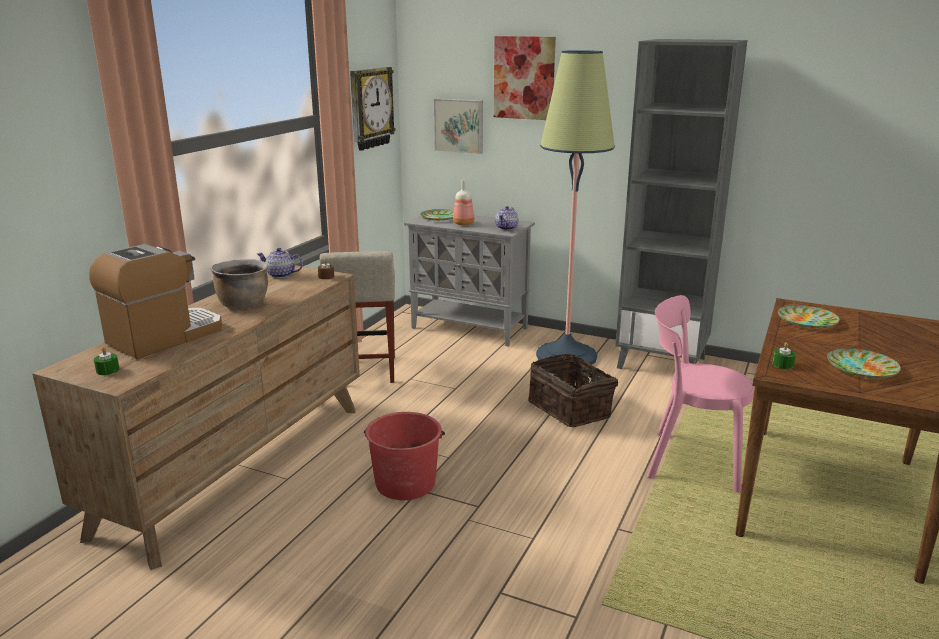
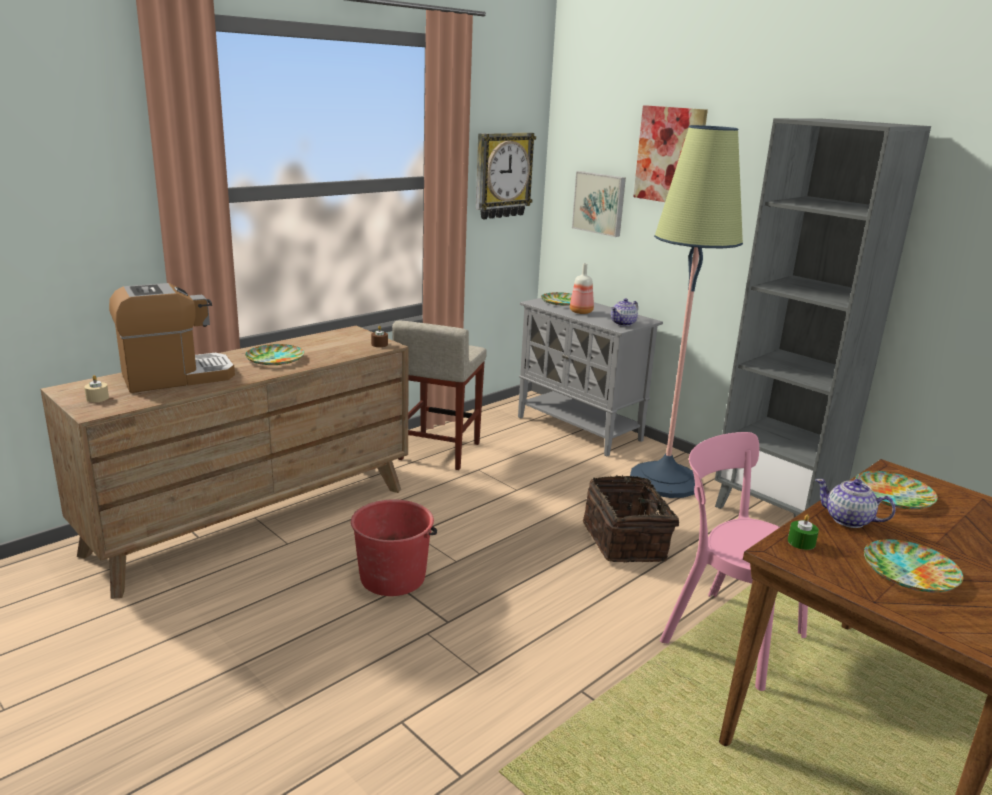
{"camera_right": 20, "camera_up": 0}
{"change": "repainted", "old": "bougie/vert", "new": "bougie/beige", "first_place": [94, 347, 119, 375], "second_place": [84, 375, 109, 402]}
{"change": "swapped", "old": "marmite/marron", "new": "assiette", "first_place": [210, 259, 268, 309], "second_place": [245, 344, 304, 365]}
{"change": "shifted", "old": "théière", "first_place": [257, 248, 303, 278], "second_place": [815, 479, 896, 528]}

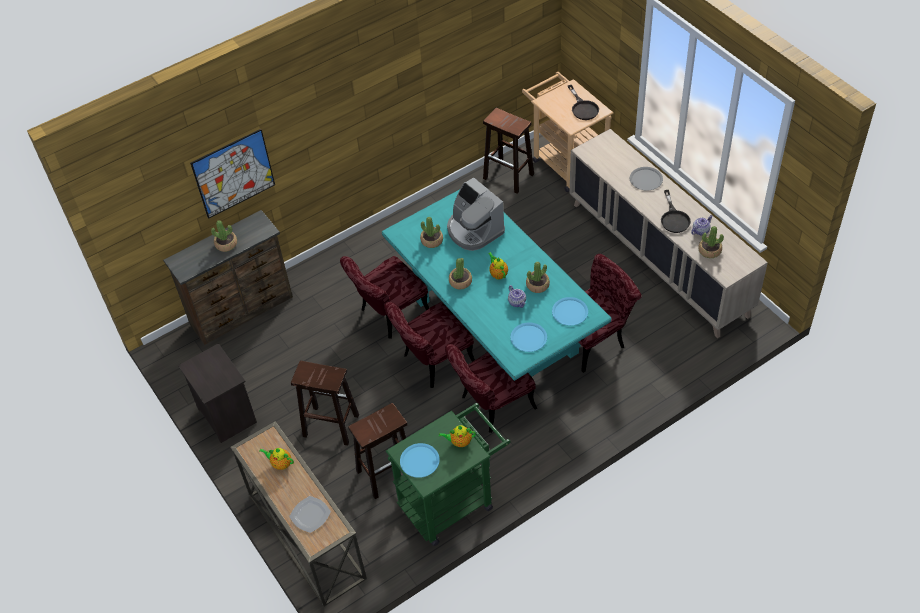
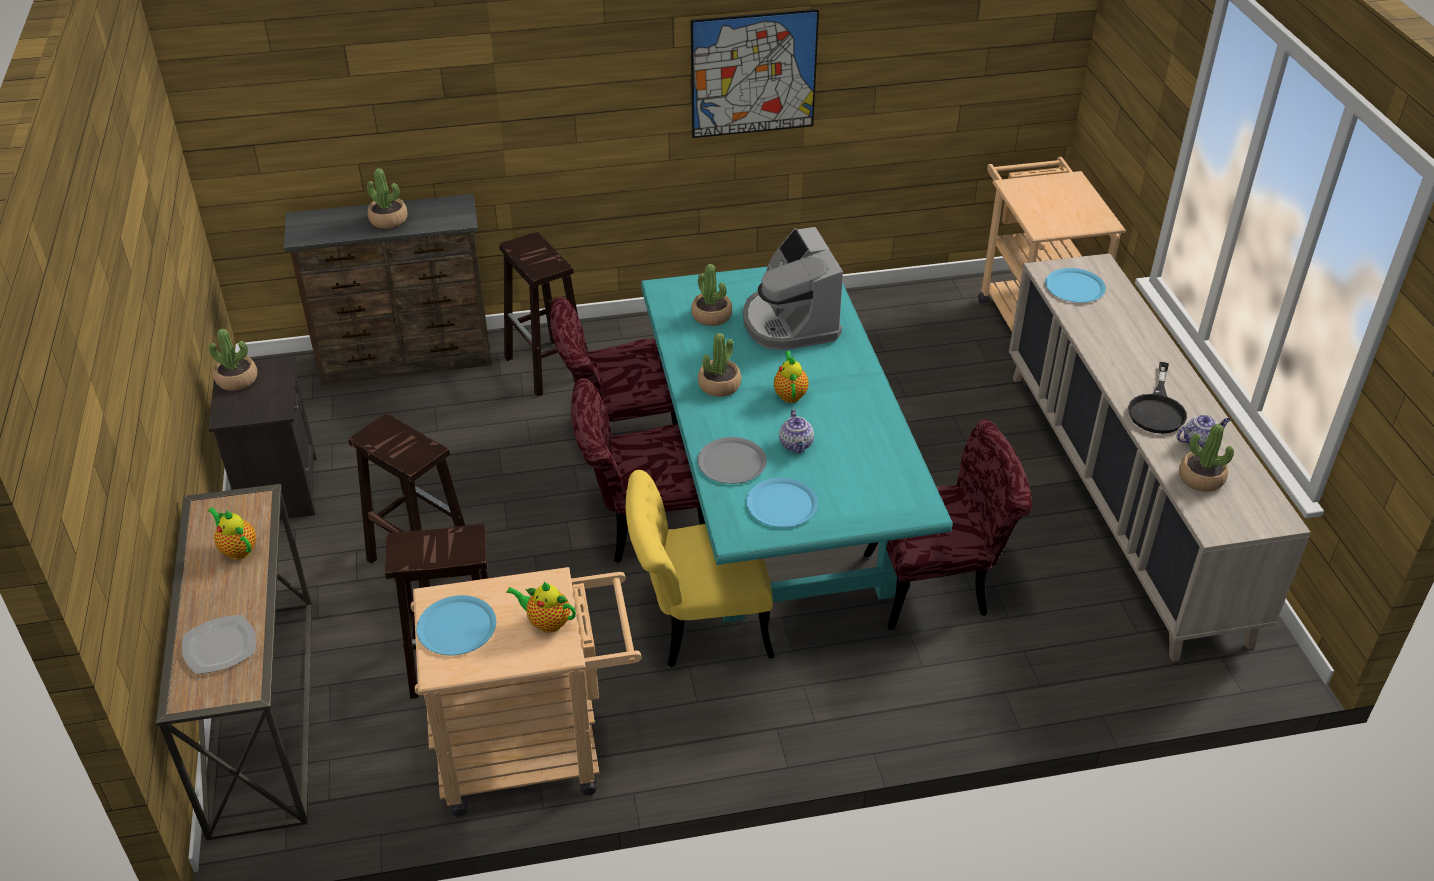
{"camera_right": 20, "camera_up": -10}
{"change": "shifted", "old": "plante en pot", "first_place": [526, 262, 550, 293], "second_place": [209, 329, 257, 391]}
{"change": "repainted", "old": "chariot/vert", "new": "chariot/beige", "first_place": [386, 403, 511, 546], "second_place": [411, 567, 641, 817]}
{"change": "shifted", "old": "tabouret/marron", "first_place": [483, 108, 534, 194], "second_place": [499, 232, 578, 397]}
{"change": "repainted", "old": "chaise/rouge", "new": "chaise/jaune", "first_place": [445, 344, 537, 433], "second_place": [625, 470, 775, 667]}
{"change": "shifted", "old": "tableau", "first_place": [190, 129, 275, 219], "second_place": [690, 9, 819, 138]}
{"change": "shifted", "old": "assiette/gris", "first_place": [630, 167, 663, 190], "second_place": [697, 437, 767, 484]}
{"change": "shifted", "old": "assiette/bleu", "first_place": [552, 297, 588, 326], "second_place": [1045, 268, 1106, 303]}
{"change": "gone", "old": "poêle/noir", "first_place": [568, 85, 599, 120]}

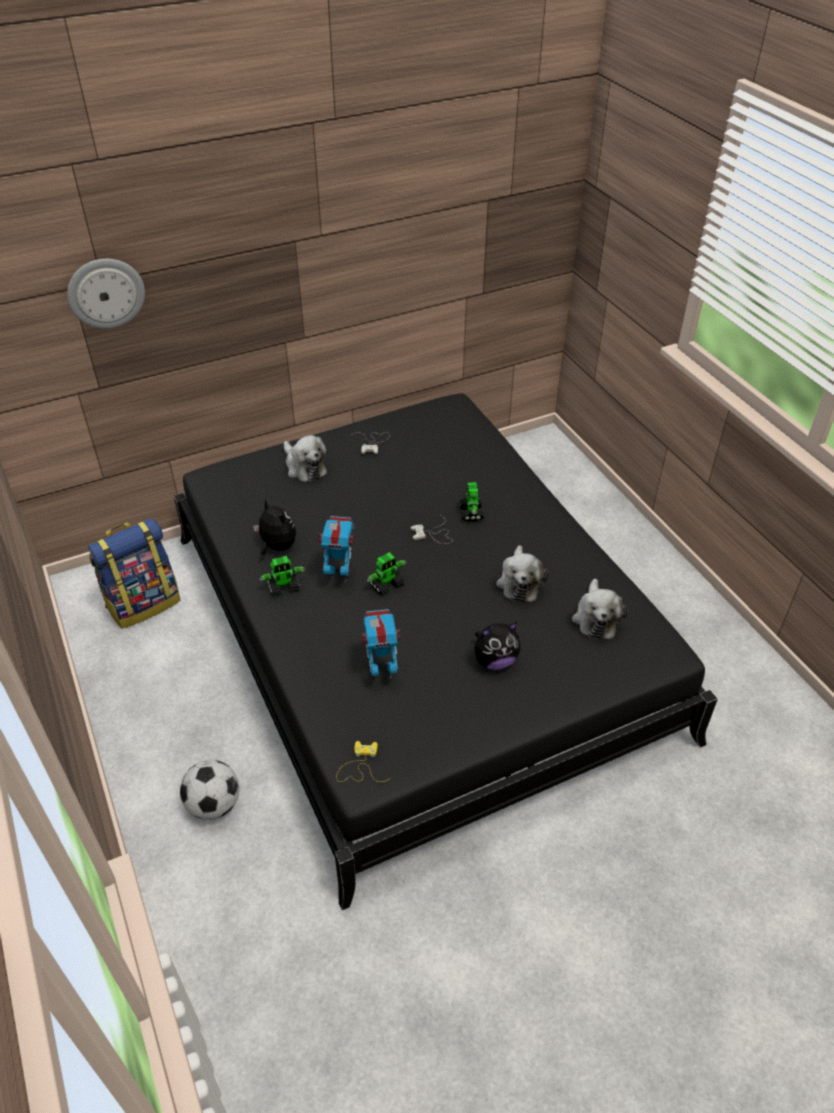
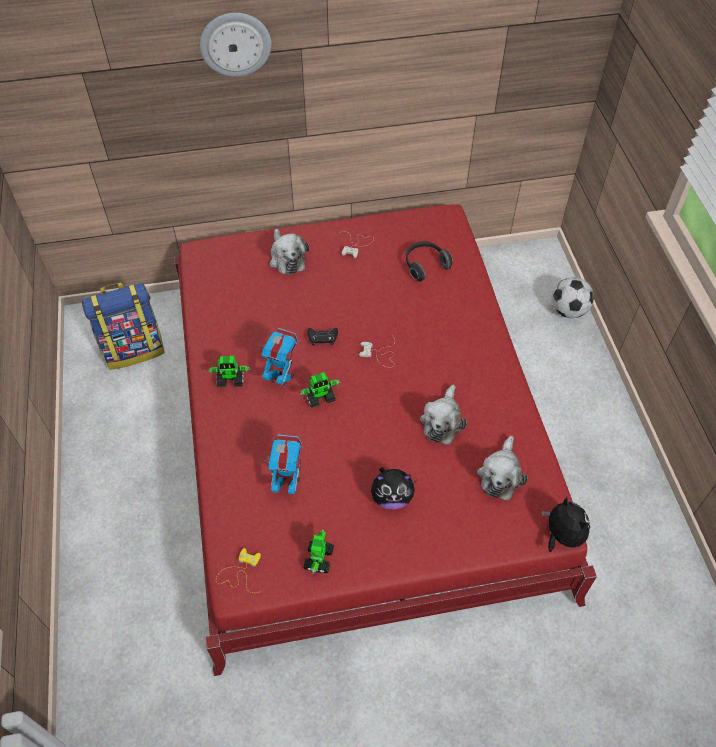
{"camera_right": 15, "camera_up": 10}
{"change": "repainted", "old": "lit/noir", "new": "lit/rouge", "first_place": [174, 393, 718, 910], "second_place": [174, 204, 597, 676]}
{"change": "shifted", "old": "horloge murale", "first_place": [67, 259, 145, 329], "second_place": [200, 13, 271, 77]}
{"change": "shifted", "old": "robot jouet", "first_place": [459, 482, 484, 521], "second_place": [303, 529, 334, 574]}
{"change": "new", "new": "manette/noir", "second_place": [307, 328, 338, 345]}
{"change": "new", "new": "casque audio", "second_place": [406, 241, 453, 282]}
{"change": "shifted", "old": "peluche", "first_place": [253, 498, 296, 555], "second_place": [541, 497, 590, 552]}
{"change": "shifted", "old": "ballon de foot", "first_place": [180, 760, 239, 820], "second_place": [552, 277, 594, 318]}

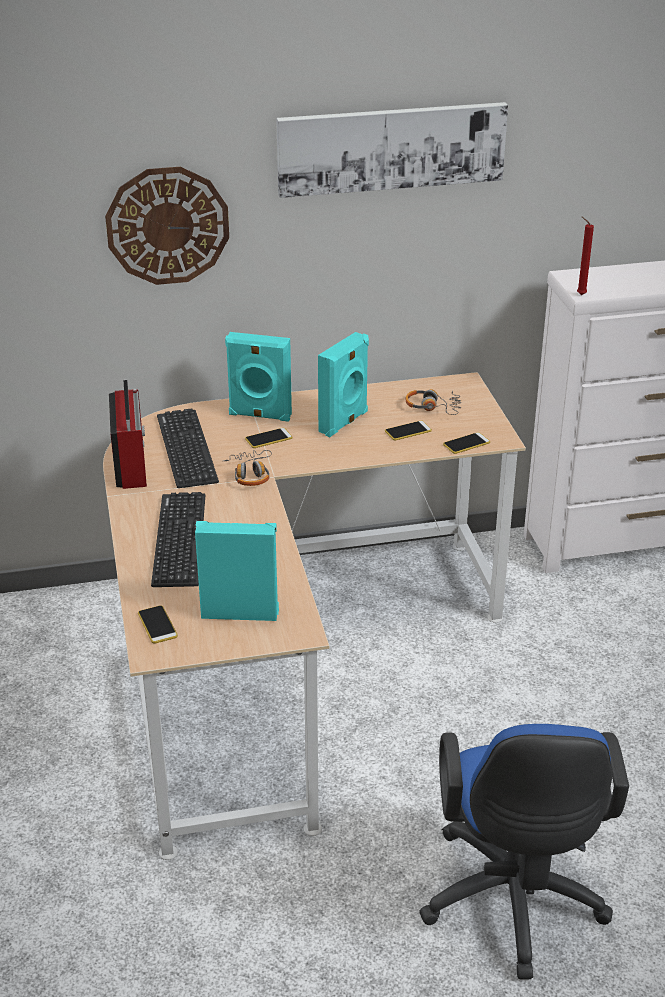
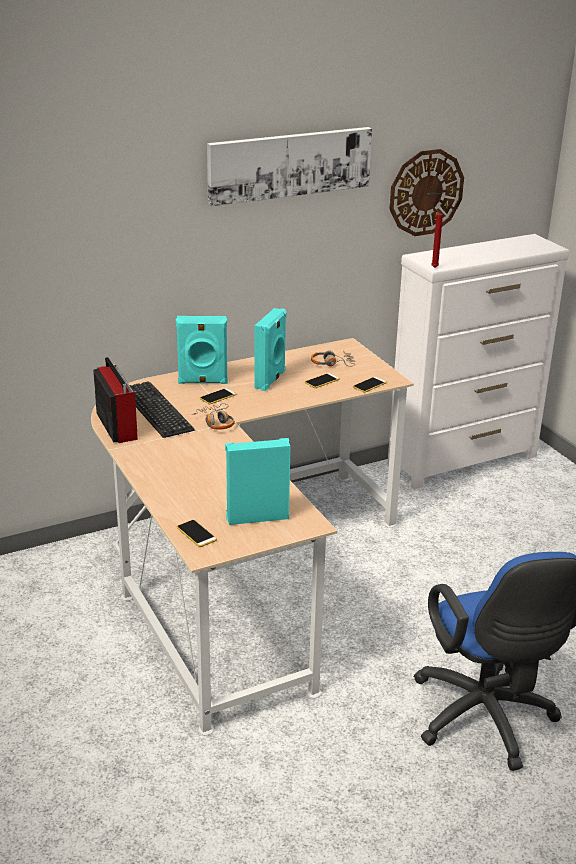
{"camera_right": -15, "camera_up": -5}
{"change": "shifted", "old": "horloge murale", "first_place": [105, 167, 229, 285], "second_place": [389, 149, 464, 236]}
{"change": "gone", "old": "clavier", "first_place": [151, 492, 205, 587]}

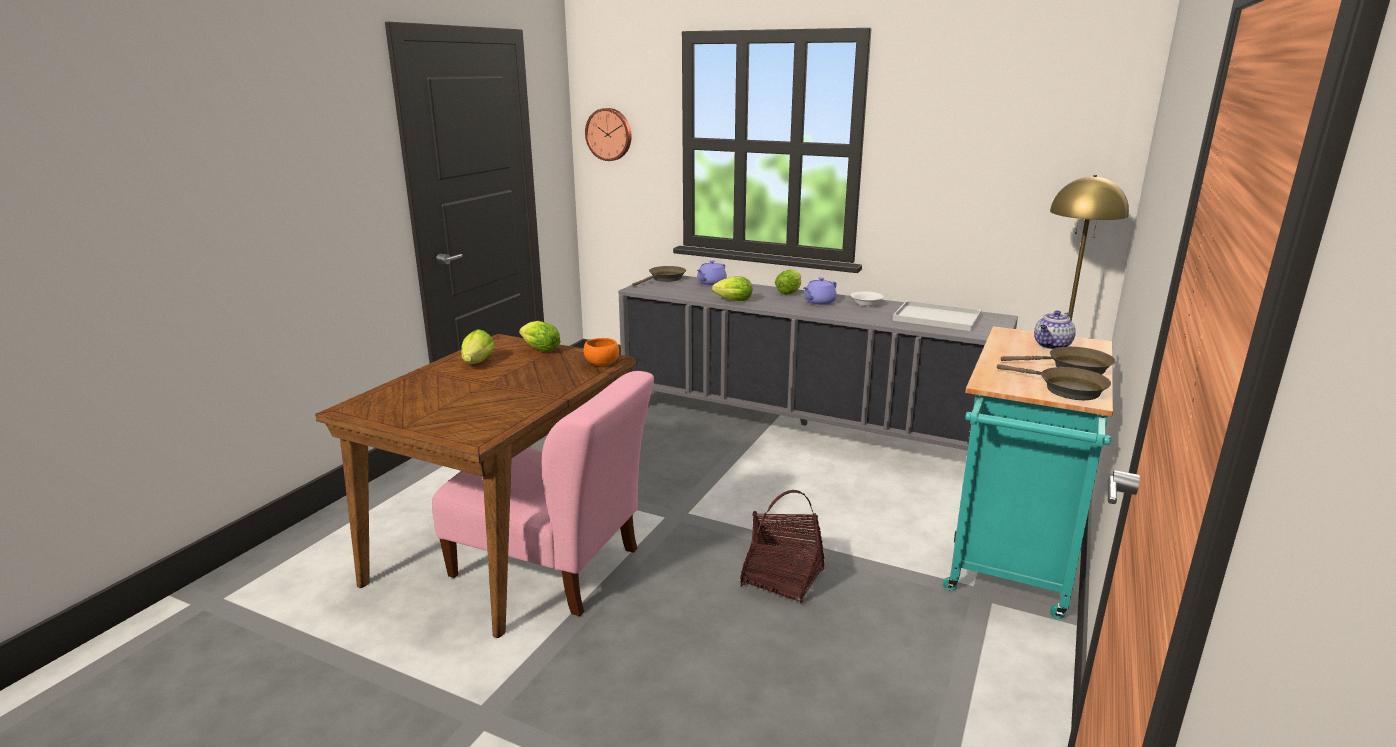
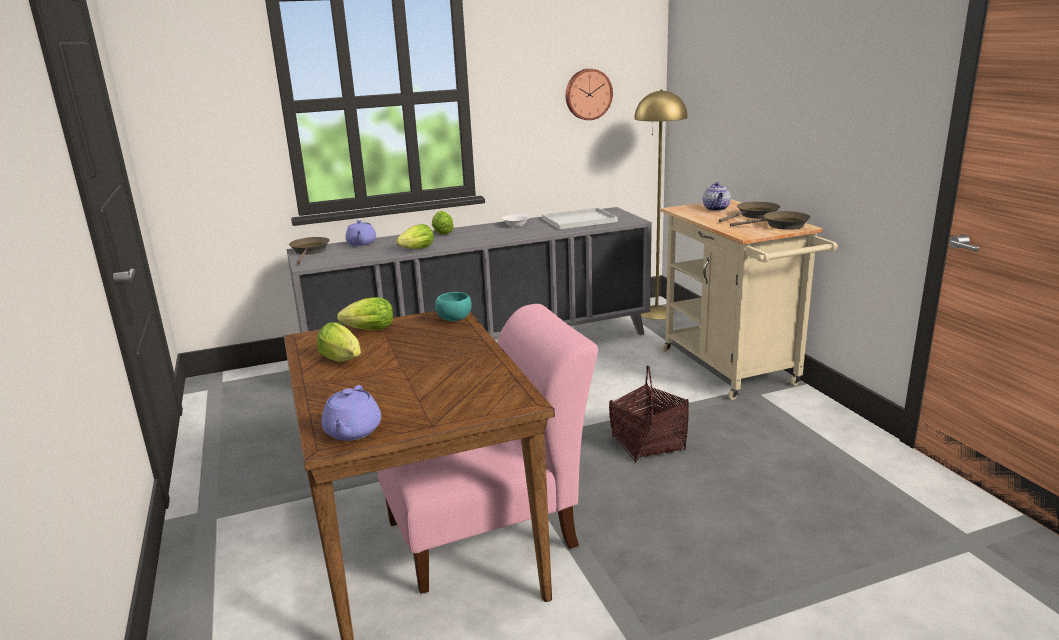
{"camera_right": -45, "camera_up": 0}
{"change": "shifted", "old": "théière/violet", "first_place": [803, 277, 837, 305], "second_place": [321, 385, 381, 441]}
{"change": "repainted", "old": "bol/orange", "new": "bol/turquoise", "first_place": [583, 338, 619, 366], "second_place": [435, 292, 472, 321]}
{"change": "shifted", "old": "horloge murale", "first_place": [585, 108, 632, 161], "second_place": [566, 69, 613, 120]}
{"change": "repainted", "old": "chariot/turquoise", "new": "chariot/beige", "first_place": [943, 326, 1113, 619], "second_place": [661, 199, 838, 400]}

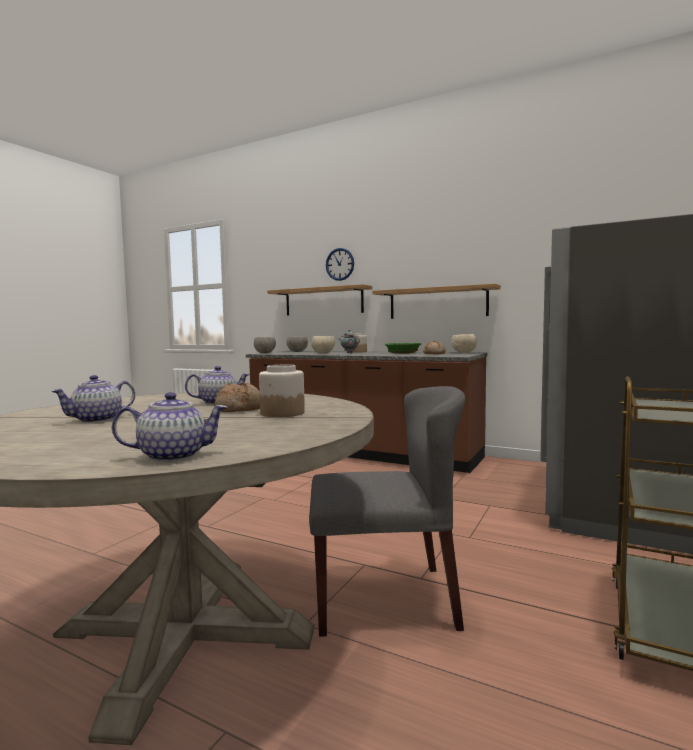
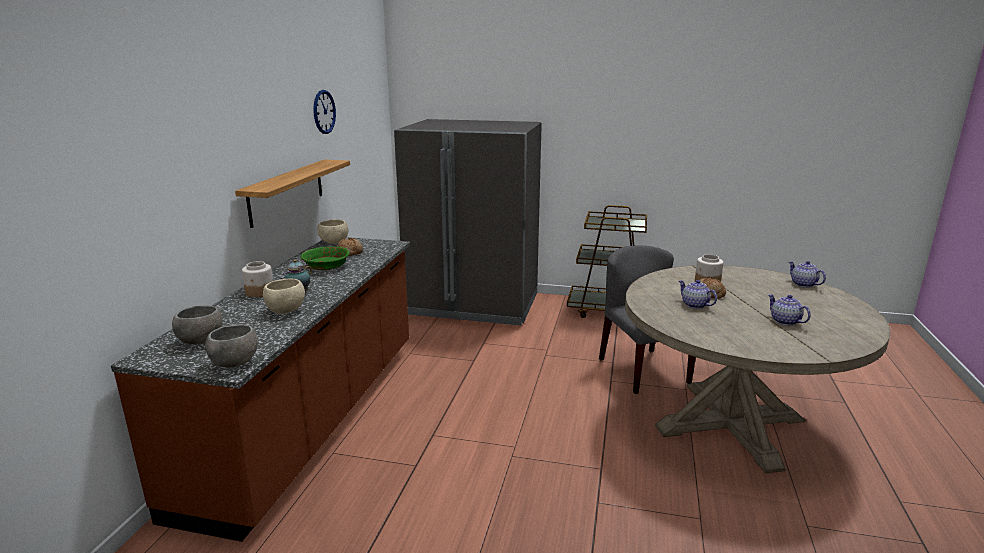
{"camera_right": -105, "camera_up": 15}
{"change": "shifted", "old": "horloge murale", "first_place": [326, 248, 354, 281], "second_place": [313, 90, 336, 134]}
{"change": "rotated", "old": "théière", "first_place": [52, 375, 135, 423], "second_place": [768, 294, 811, 325], "degrees": -150}
{"change": "gone", "old": "étagère", "first_place": [267, 284, 372, 315]}

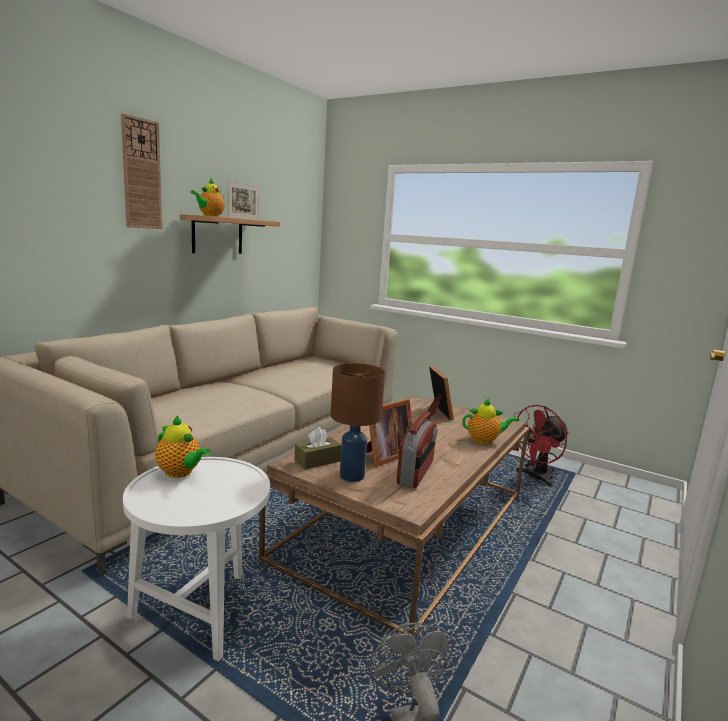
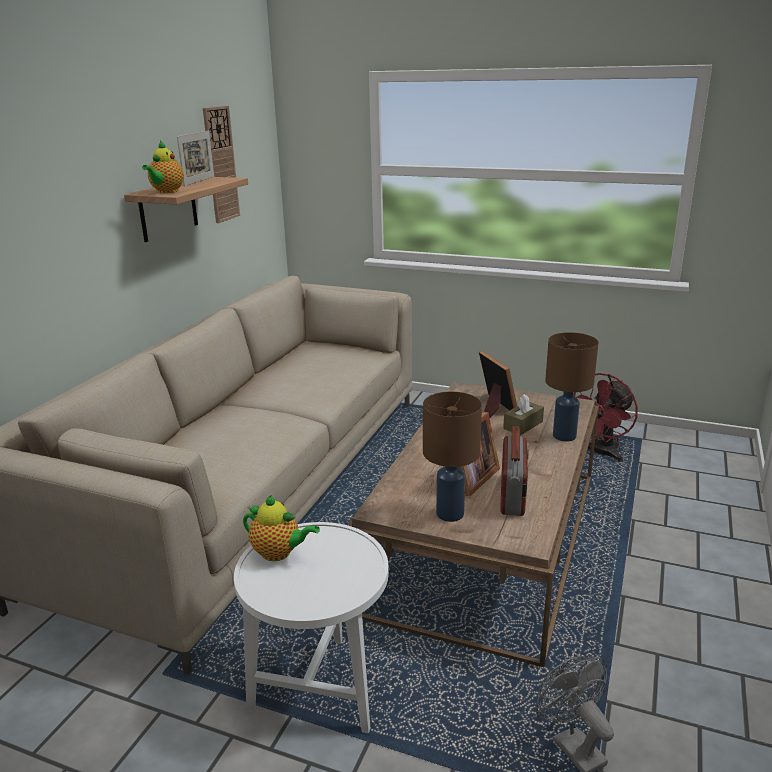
{"camera_right": -10, "camera_up": 10}
{"change": "shifted", "old": "horloge murale", "first_place": [121, 113, 162, 229], "second_place": [203, 106, 240, 223]}
{"change": "shifted", "old": "boîte à mouchoirs/marron", "first_place": [294, 427, 341, 470], "second_place": [503, 394, 544, 435]}
{"change": "swapped", "old": "théière", "new": "lampe de table/marron", "first_place": [462, 399, 519, 444], "second_place": [545, 332, 598, 442]}

